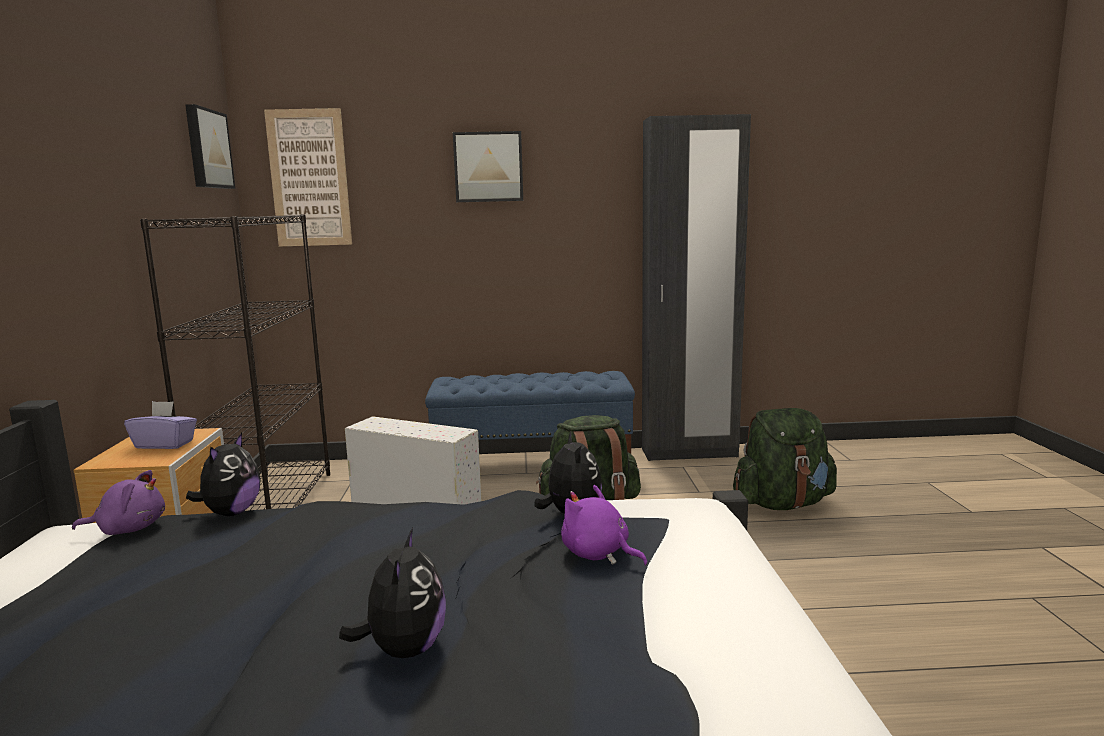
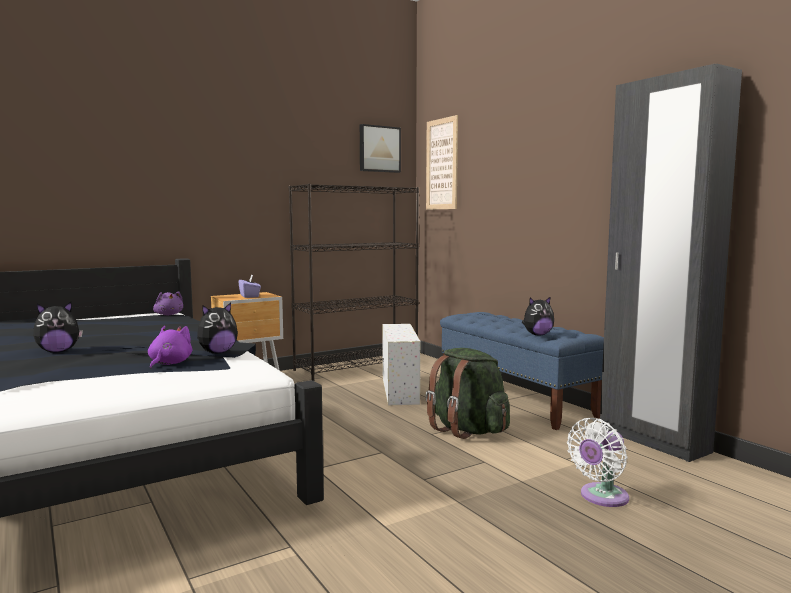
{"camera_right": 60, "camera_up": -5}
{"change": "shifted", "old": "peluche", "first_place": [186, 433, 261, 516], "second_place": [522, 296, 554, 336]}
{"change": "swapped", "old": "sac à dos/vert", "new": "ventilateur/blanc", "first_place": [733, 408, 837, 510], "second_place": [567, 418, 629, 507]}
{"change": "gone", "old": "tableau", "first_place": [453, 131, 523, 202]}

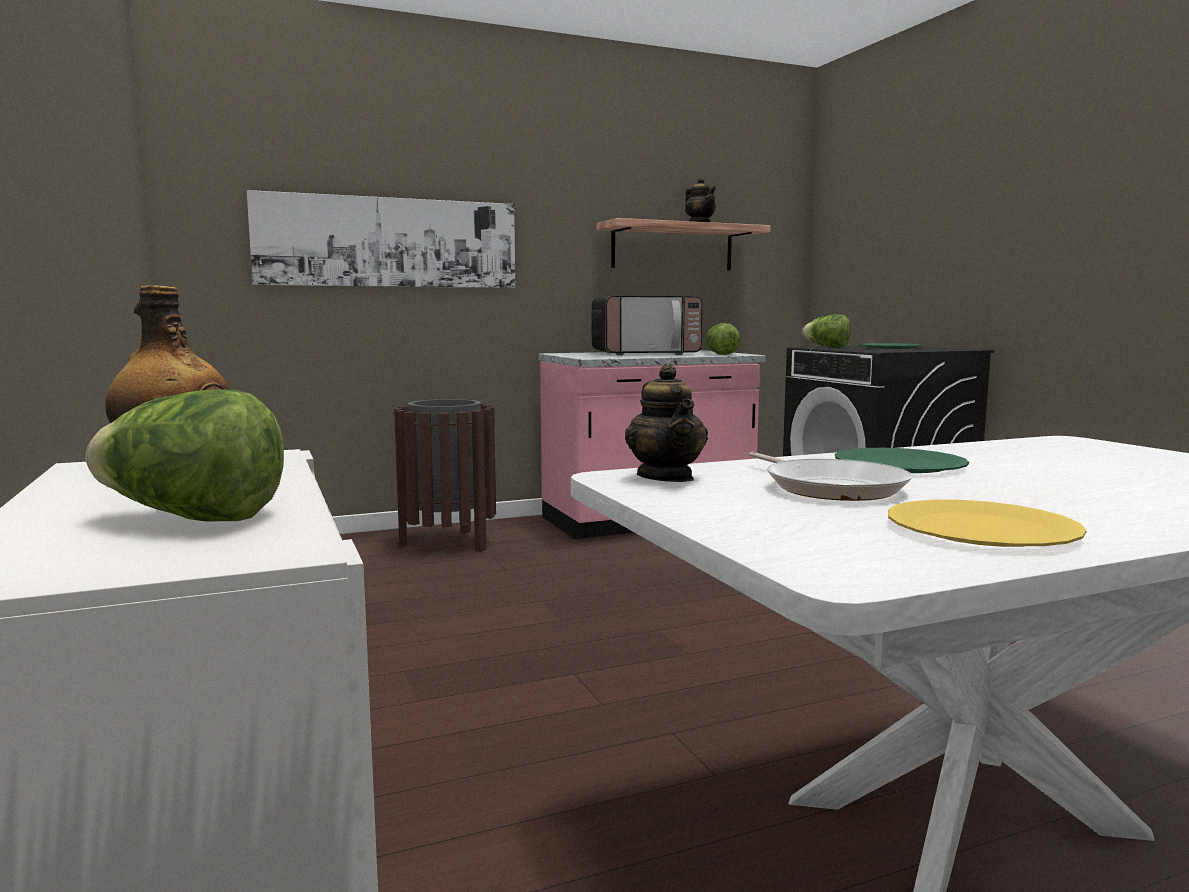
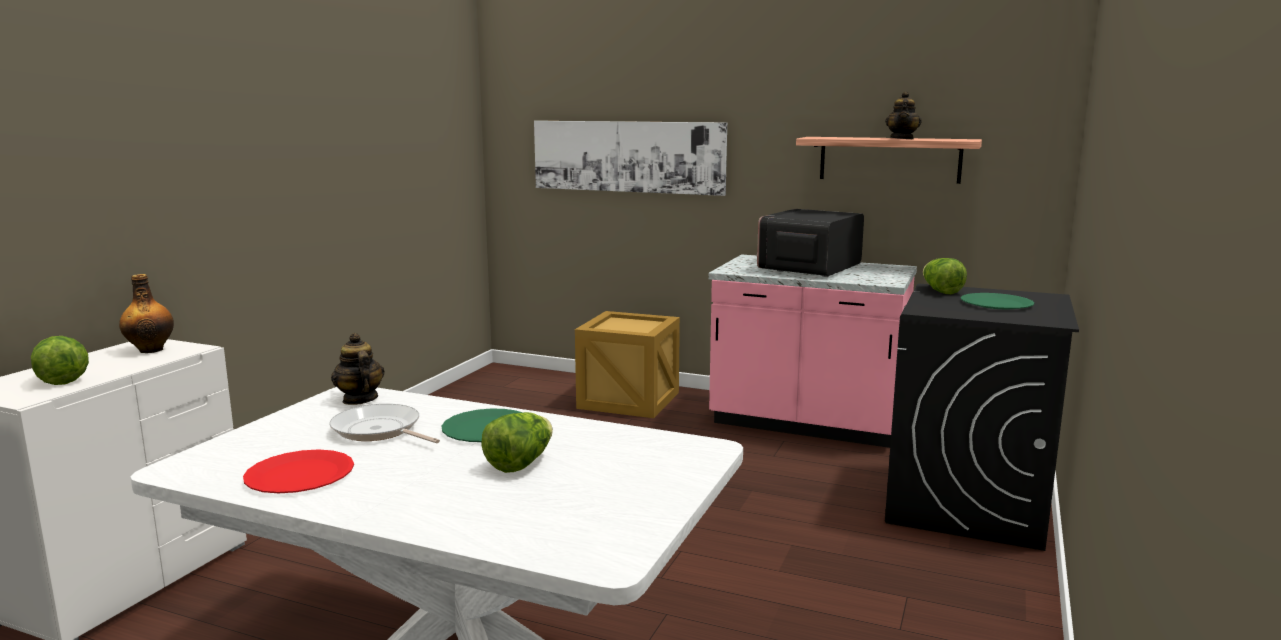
{"camera_right": 45, "camera_up": 5}
{"change": "repainted", "old": "assiette/jaune", "new": "assiette/rouge", "first_place": [888, 500, 1087, 547], "second_place": [243, 449, 354, 493]}
{"change": "rotated", "old": "poêle", "first_place": [749, 452, 912, 501], "second_place": [329, 404, 440, 443], "degrees": 105}
{"change": "rotated", "old": "théière", "first_place": [625, 364, 708, 482], "second_place": [331, 333, 385, 405], "degrees": 120}
{"change": "shifted", "old": "laitue", "first_place": [706, 323, 740, 355], "second_place": [481, 412, 553, 473]}
{"change": "swapped", "old": "poubelle/marron", "new": "caisse", "first_place": [394, 399, 496, 552], "second_place": [575, 311, 680, 418]}
{"change": "rotated", "old": "micro-ondes", "first_place": [592, 296, 703, 356], "second_place": [757, 209, 864, 277], "degrees": 90}

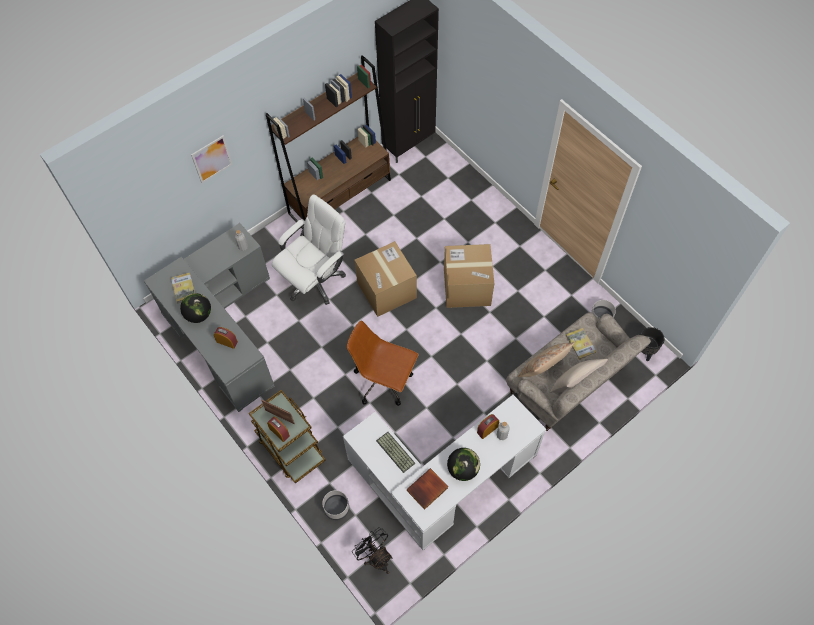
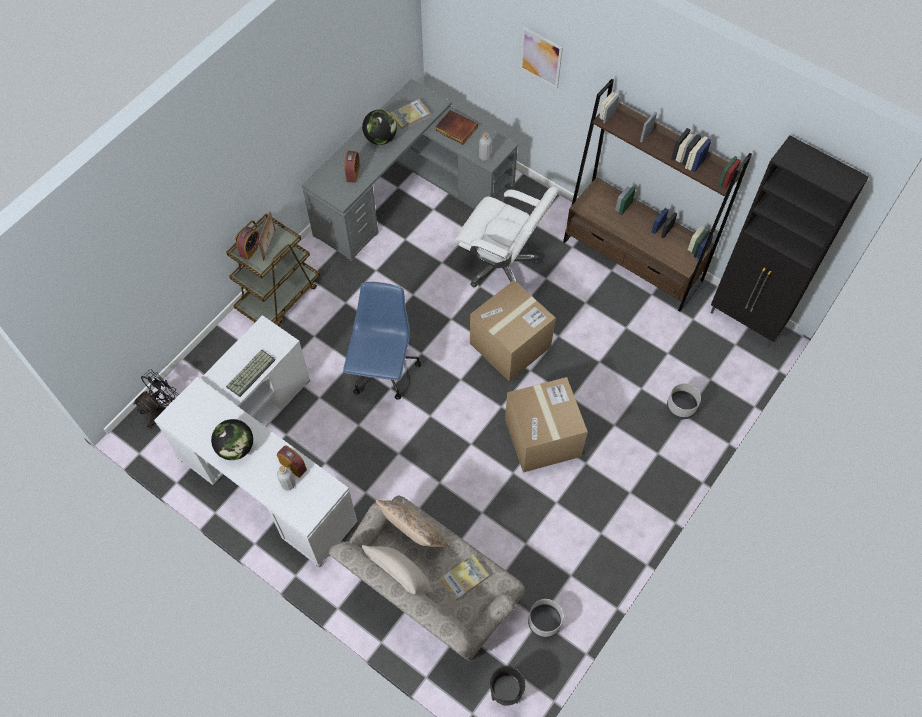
{"camera_right": 75, "camera_up": 0}
{"change": "repainted", "old": "chaise de bureau/marron", "new": "chaise de bureau/bleu", "first_place": [347, 321, 419, 406], "second_place": [343, 282, 421, 400]}
{"change": "shifted", "old": "livre", "first_place": [407, 468, 448, 510], "second_place": [435, 110, 478, 145]}
{"change": "shifted", "old": "cache-pot/gris", "first_place": [322, 490, 349, 520], "second_place": [667, 383, 701, 419]}

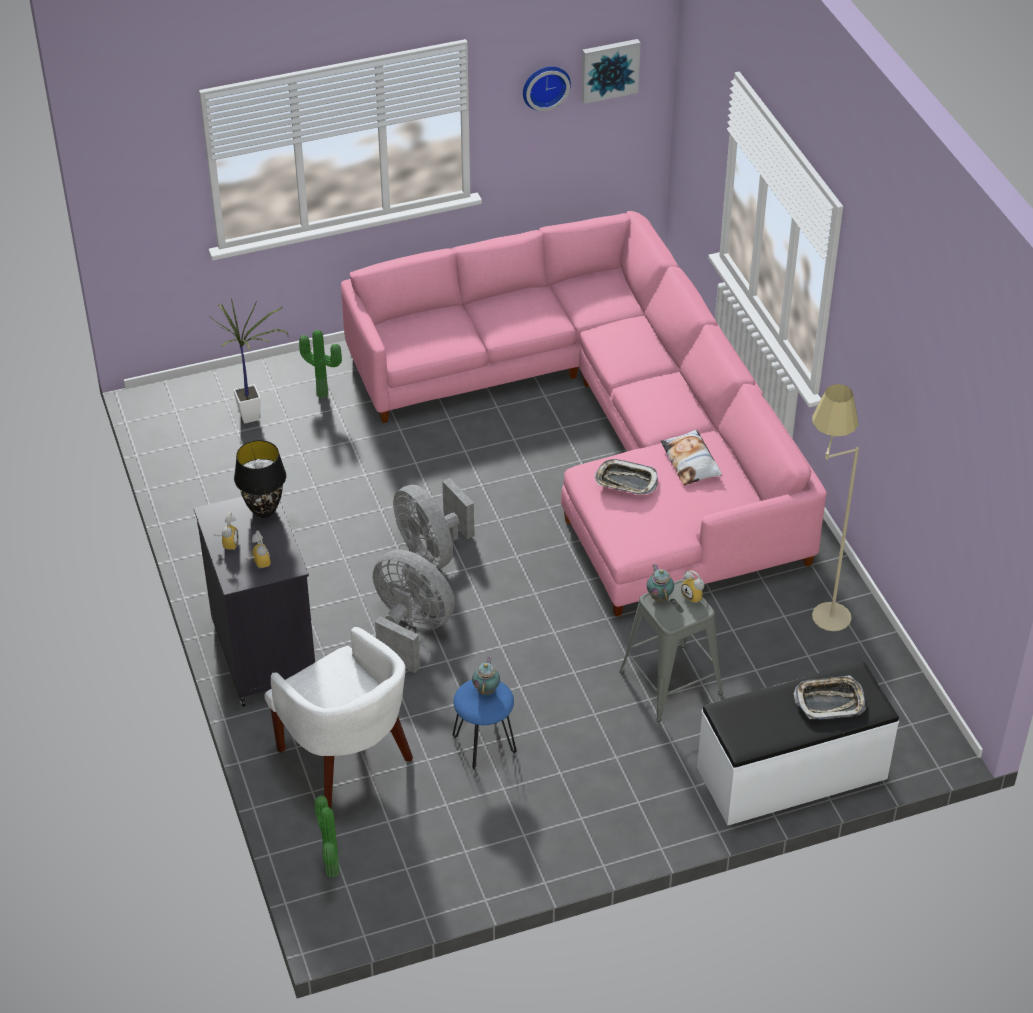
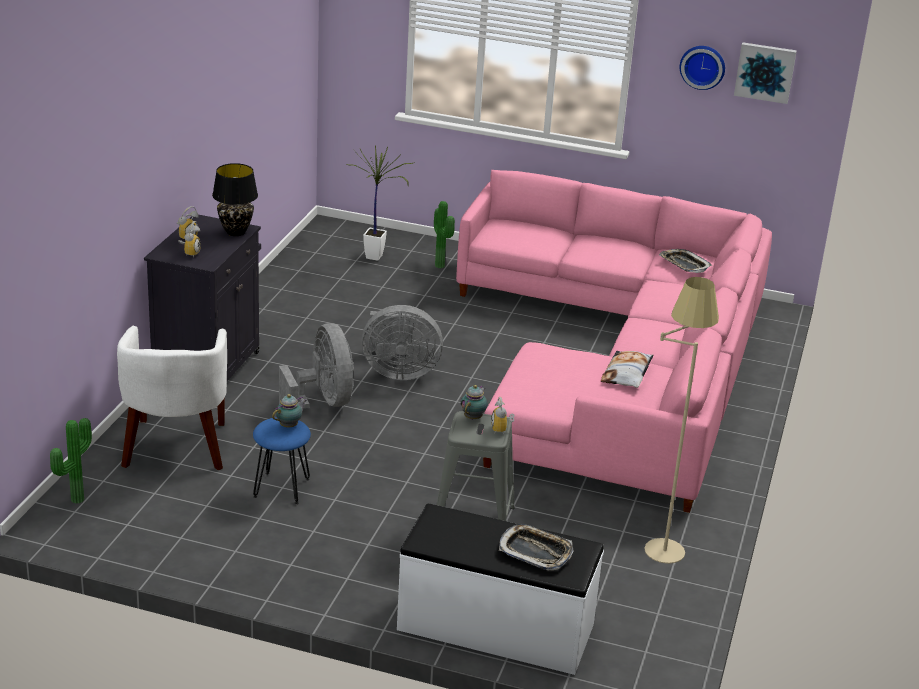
{"camera_right": 35, "camera_up": -15}
{"change": "rotated", "old": "ventilateur/gris", "first_place": [393, 478, 474, 569], "second_place": [362, 305, 443, 380], "degrees": -90}
{"change": "shifted", "old": "plateau", "first_place": [595, 459, 658, 495], "second_place": [659, 249, 712, 273]}

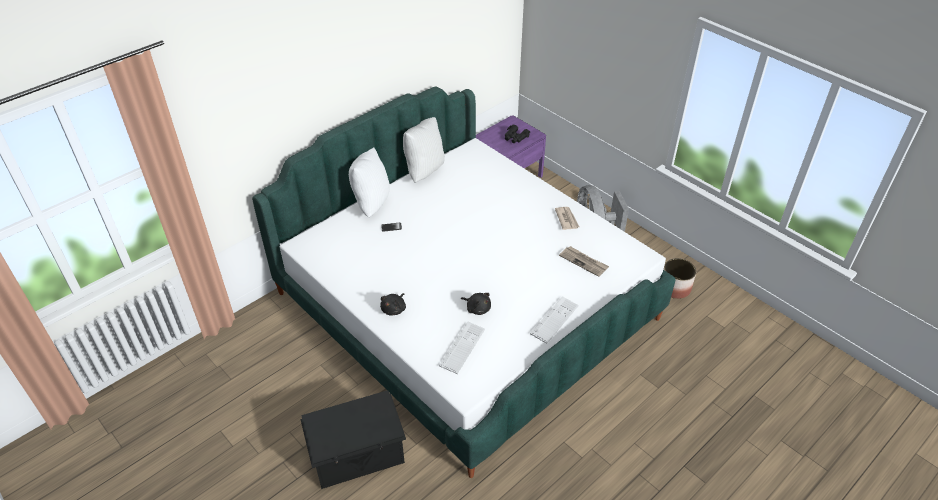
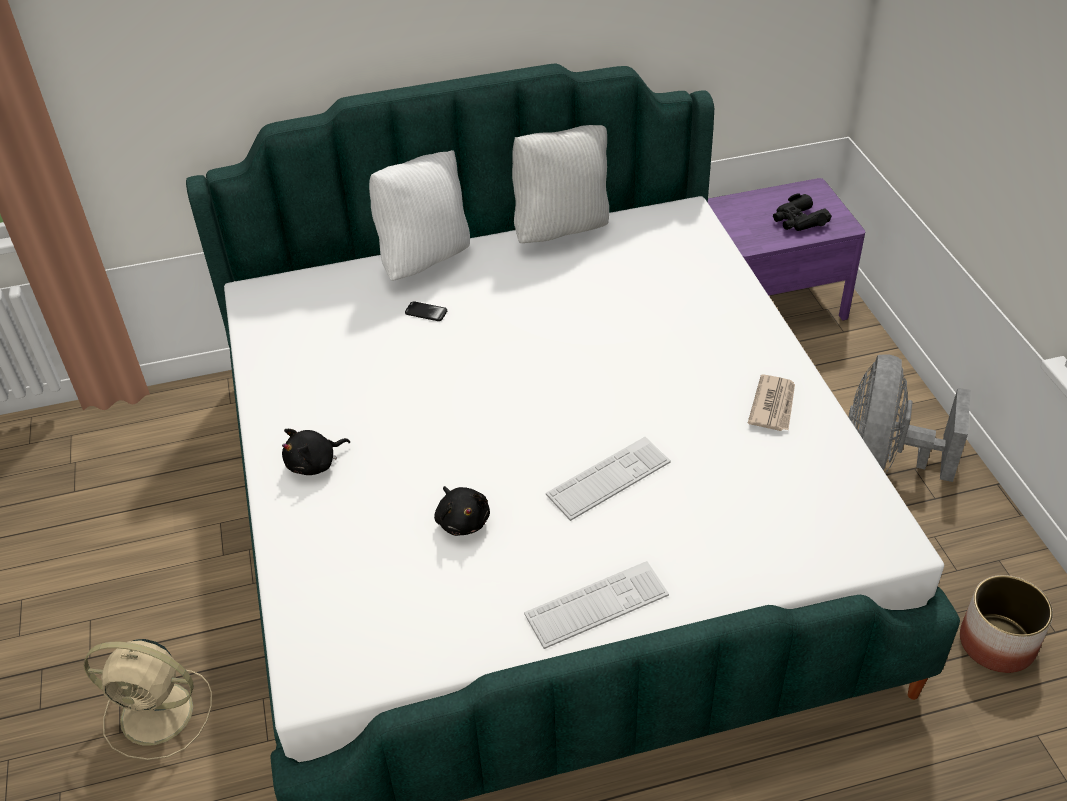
{"camera_right": 30, "camera_up": 0}
{"change": "swapped", "old": "boîte de rangement/noir", "new": "ventilateur/beige", "first_place": [300, 390, 406, 489], "second_place": [84, 639, 212, 760]}
{"change": "shifted", "old": "clavier", "first_place": [439, 321, 485, 374], "second_place": [546, 437, 671, 521]}
{"change": "gone", "old": "journal", "first_place": [559, 246, 609, 277]}

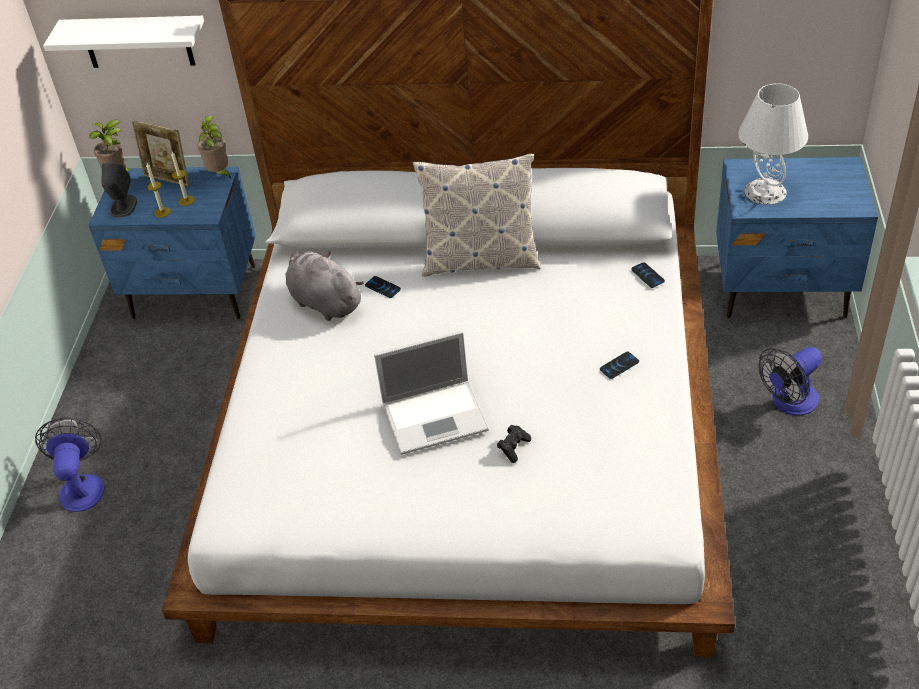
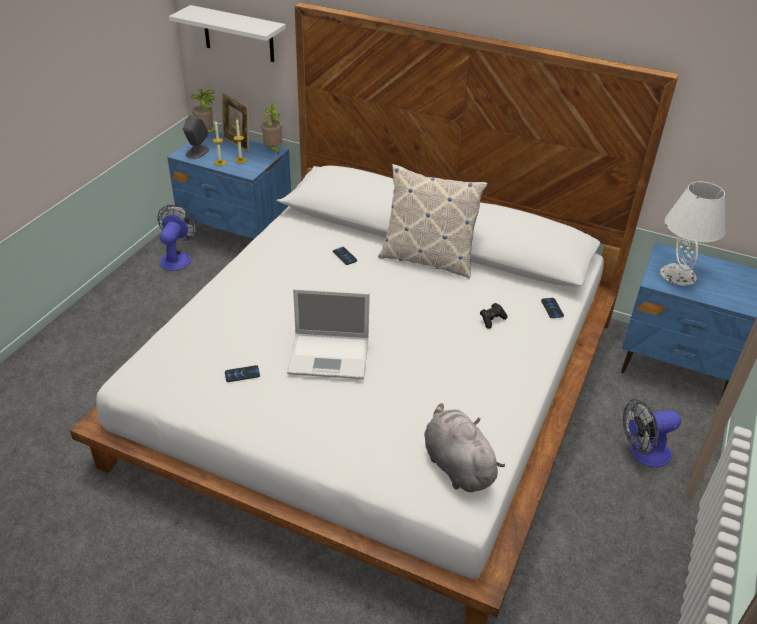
{"camera_right": 15, "camera_up": -5}
{"change": "shifted", "old": "ventilateur", "first_place": [35, 417, 105, 512], "second_place": [157, 205, 198, 271]}
{"change": "shifted", "old": "téléphone", "first_place": [600, 352, 639, 379], "second_place": [225, 365, 260, 382]}
{"change": "shifted", "old": "peluche/gris", "first_place": [286, 251, 364, 321], "second_place": [424, 403, 505, 492]}
{"change": "shifted", "old": "manette/noir", "first_place": [497, 425, 531, 463], "second_place": [480, 303, 507, 329]}

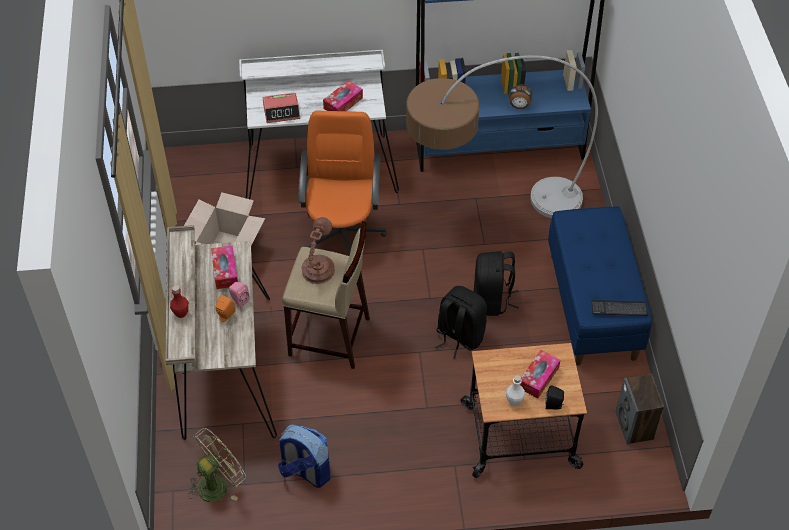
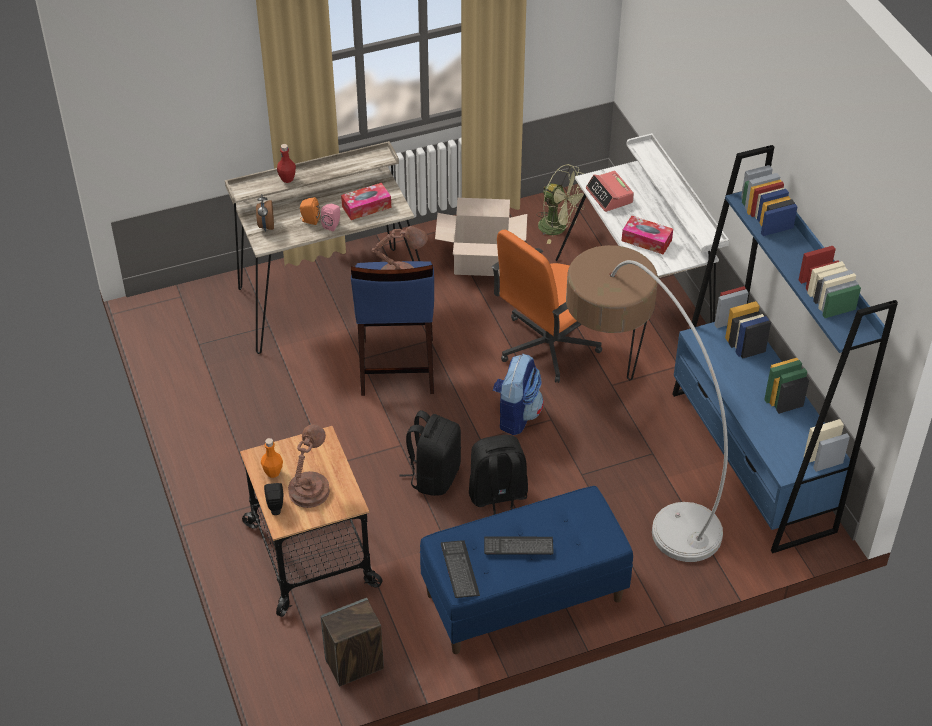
{"camera_right": 75, "camera_up": -5}
{"change": "shifted", "old": "réveil", "first_place": [509, 84, 533, 109], "second_place": [256, 194, 274, 232]}
{"change": "repainted", "old": "bouteille/blanc", "new": "bouteille/orange", "first_place": [506, 375, 525, 406], "second_place": [261, 438, 283, 478]}
{"change": "swapped", "old": "boîte à mouchoirs", "new": "lampe de table/marron", "first_place": [520, 350, 560, 398], "second_place": [288, 424, 330, 508]}
{"change": "repainted", "old": "tabouret/beige", "new": "tabouret/bleu", "first_place": [282, 221, 370, 369], "second_place": [351, 261, 434, 396]}
{"change": "new", "new": "clavier", "second_place": [484, 536, 554, 555]}
{"change": "rotated", "old": "chaise de bureau/orange", "first_place": [298, 111, 387, 255], "second_place": [492, 230, 602, 383], "degrees": 150}
{"change": "shifted", "old": "sac à dos", "first_place": [278, 424, 331, 488], "second_place": [493, 354, 544, 435]}
{"change": "shifted", "old": "ventilateur/vert", "first_place": [188, 428, 246, 502], "second_place": [536, 164, 584, 244]}

